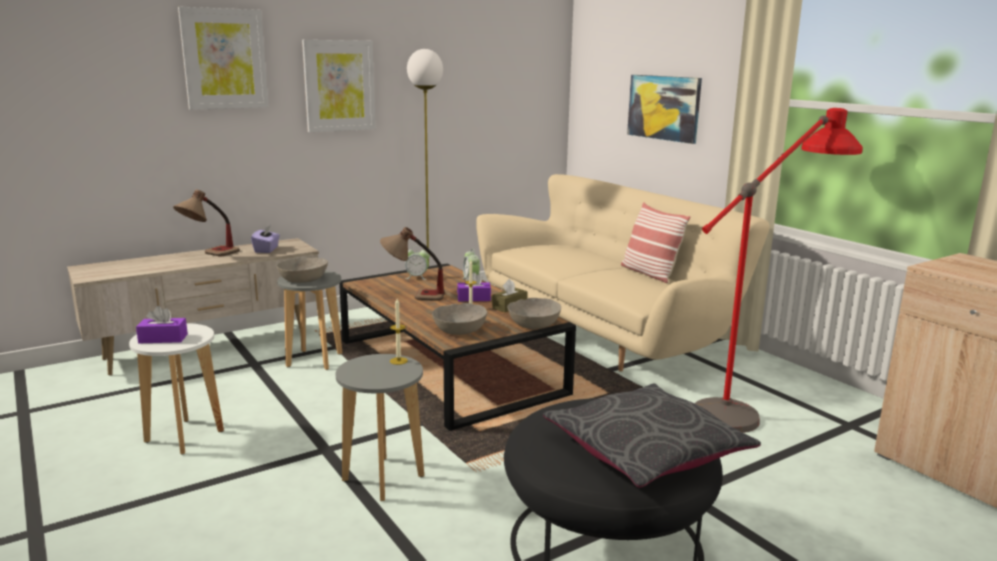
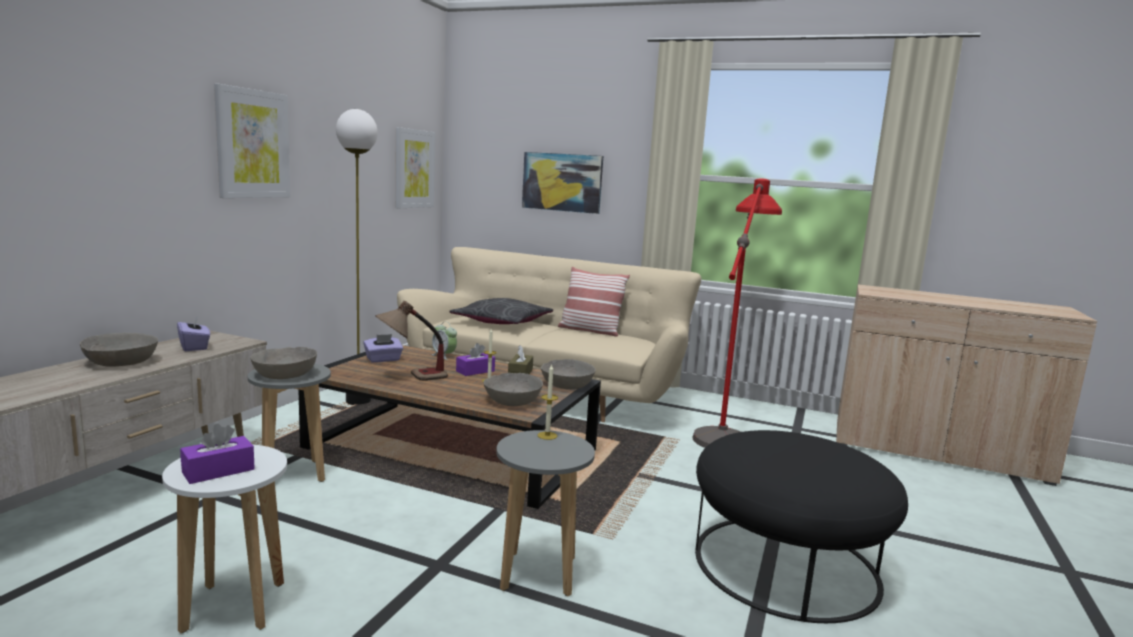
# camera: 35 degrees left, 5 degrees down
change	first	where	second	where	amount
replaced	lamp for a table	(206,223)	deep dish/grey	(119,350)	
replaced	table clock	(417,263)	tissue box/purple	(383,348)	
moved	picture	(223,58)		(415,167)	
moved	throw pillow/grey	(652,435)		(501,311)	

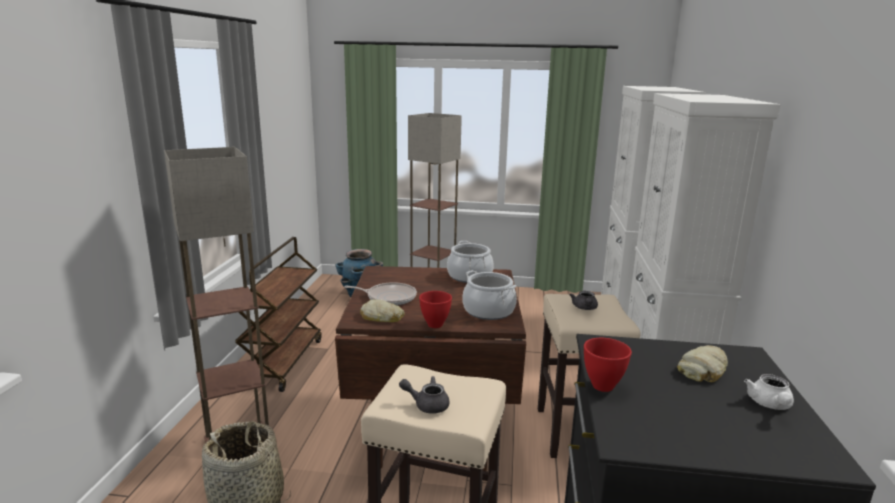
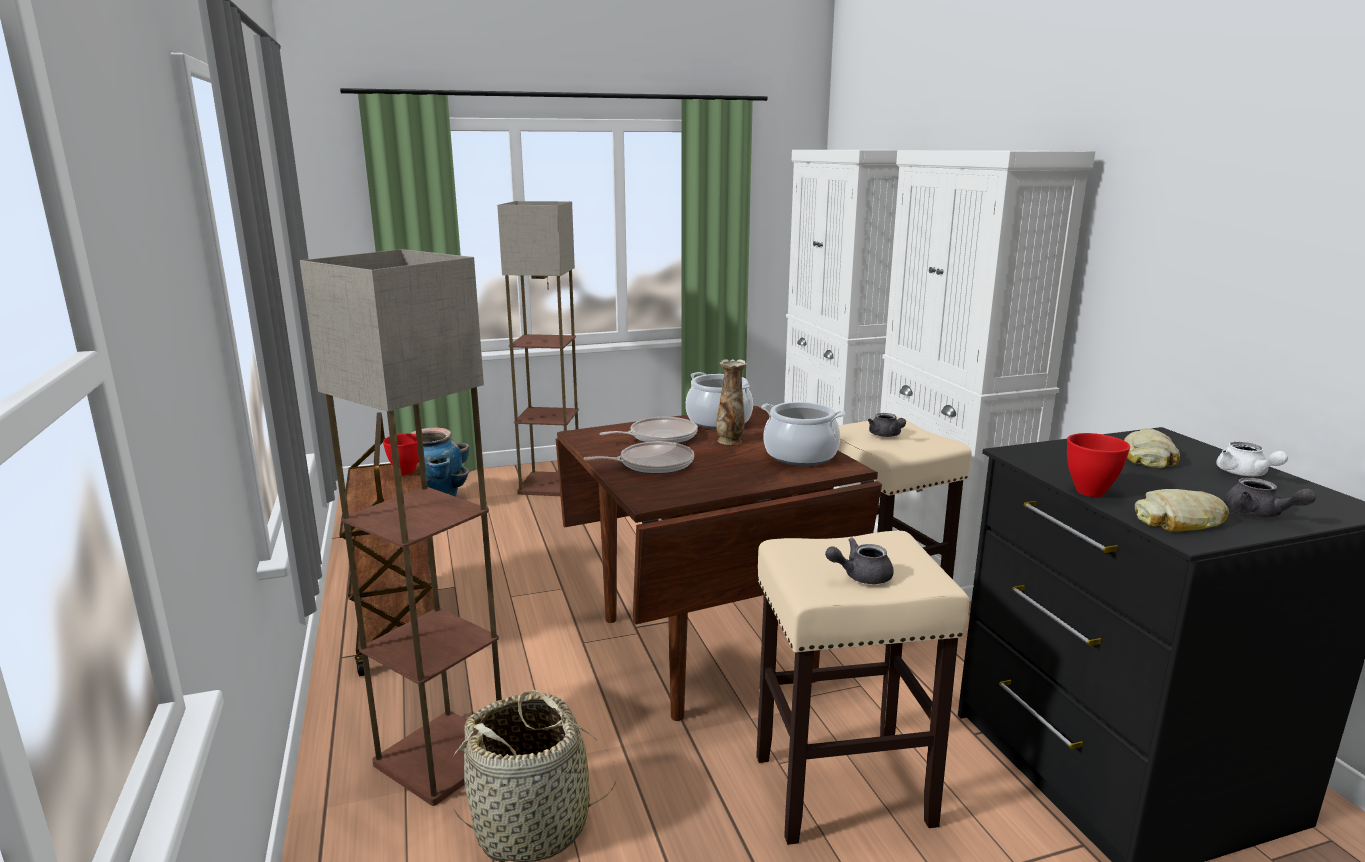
# camera: 25 degrees left, 0 degrees up
change	first	where	second	where	amount
moved	deep dish/red-coloured	(435,309)		(401,454)	
added			skillet	(648,430)	
added			flower vase	(731,402)	
moved	bakery bread	(382,311)		(1182,510)	
added			pot for tea/grey	(1270,498)	

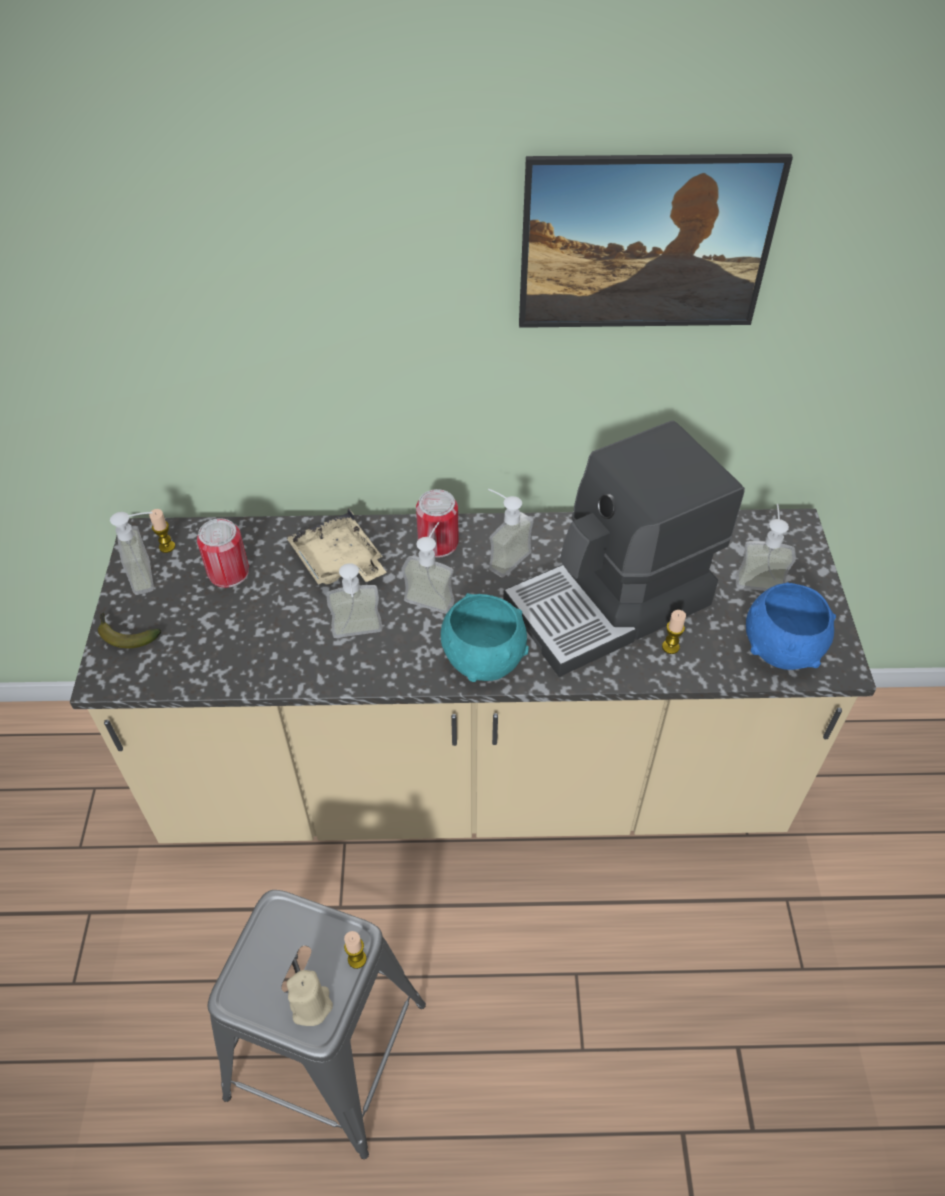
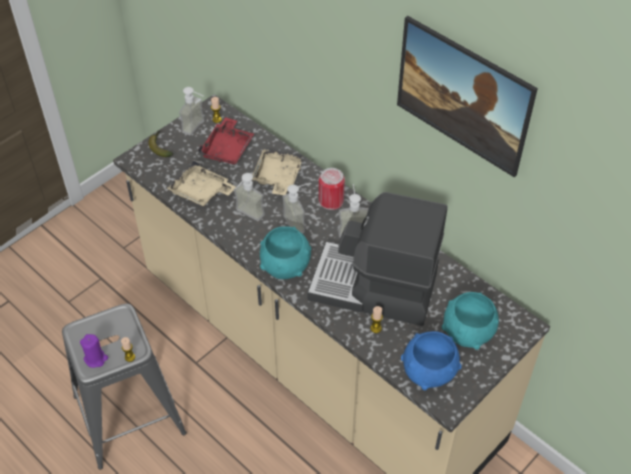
# camera: 45 degrees right, 0 degrees up
change	first	where	second	where	amount
recoloured	wax light/sand-coloured	(310,998)	wax light/purple	(94,351)	
added			tray/sand-coloured	(201,183)	
replaced	sealed can	(223,553)	tray/red-coloured	(226,140)	
replaced	liquid soap bottle	(766,547)	deep dish/blue-green	(470,321)	

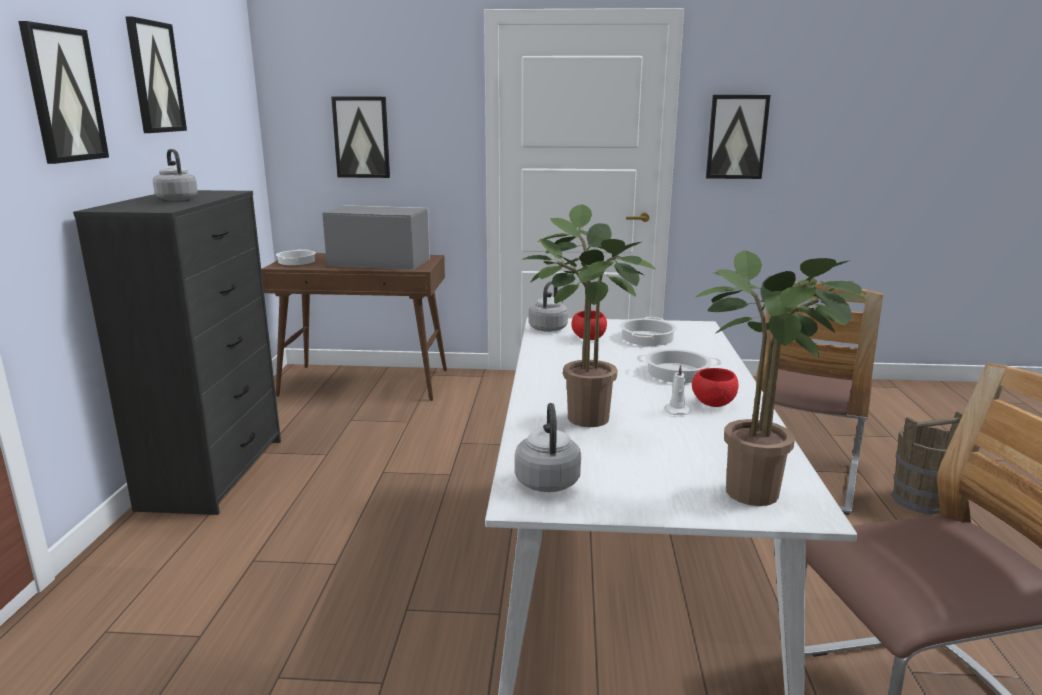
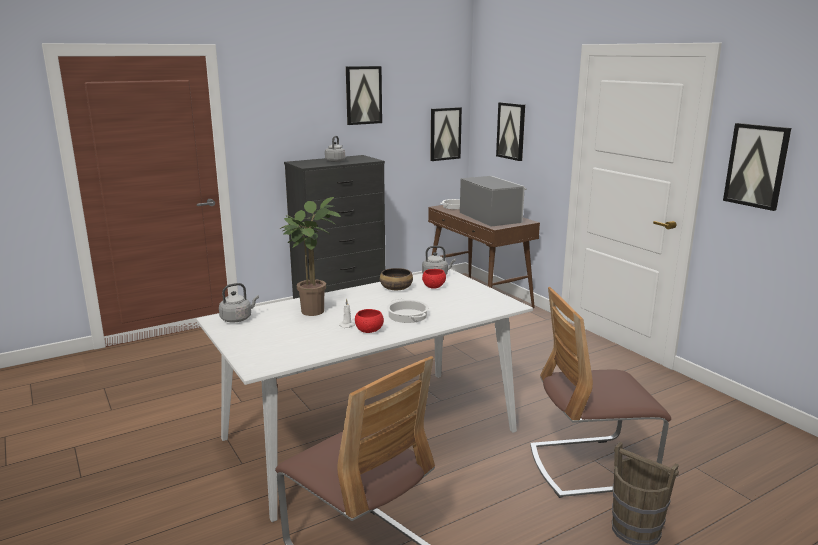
# camera: 55 degrees right, 0 degrees up
change	first	where	second	where	amount
added			deep dish	(396,279)	
moved	picture	(63,92)		(446,134)	
removed	saucepot	(648,331)			
removed	potted plant	(782,378)			

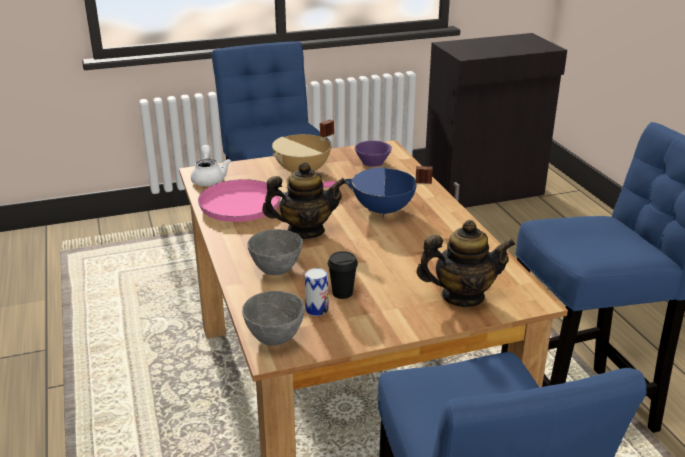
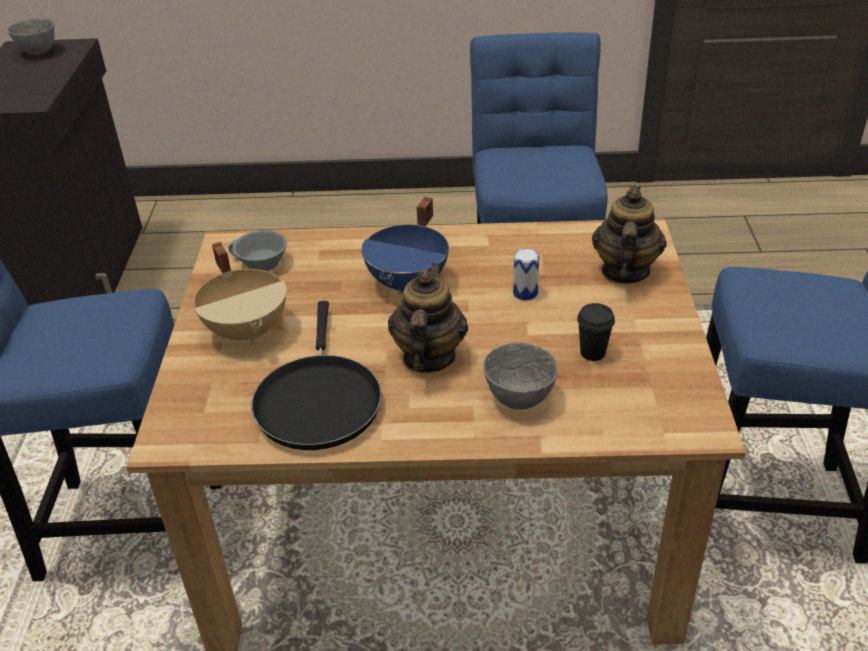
# camera: 70 degrees left, 10 degrees up
change	first	where	second	where	amount
moved	deep dish/grey	(273,318)		(31,36)	
recoloured	small cup/purple	(373,154)	small cup/grey	(257,251)	
recoloured	skillet/pink	(267,200)	skillet/black-coloured	(316,375)	
moved	sealed can	(316,292)		(526,274)	
removed	pot for tea/whitish	(211,165)			

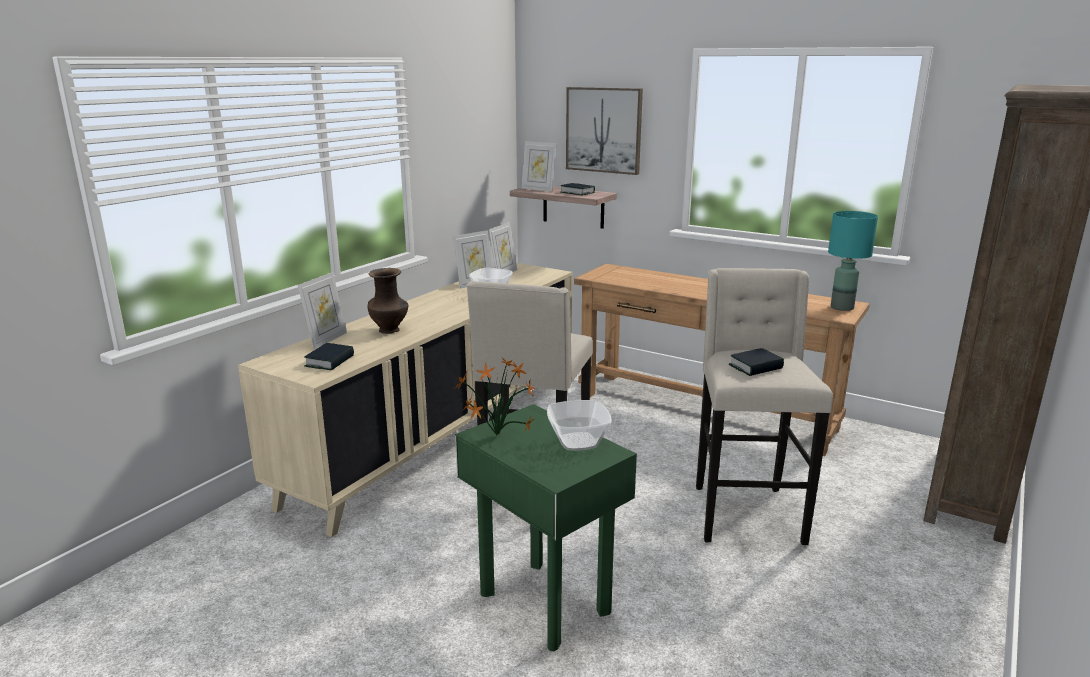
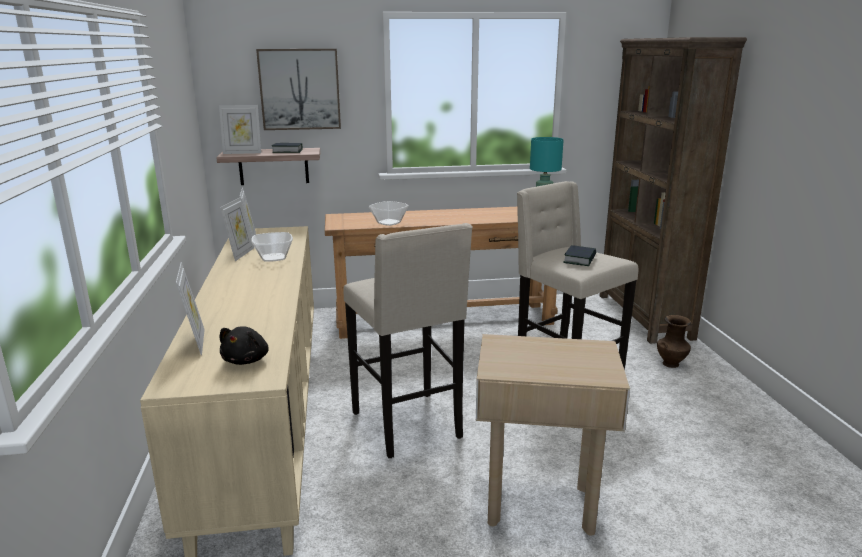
# camera: 40 degrees left, 0 degrees up
change	first	where	second	where	amount
replaced	book	(329,356)	cuddly toy/black-coloured	(244,345)	
moved	deep dish	(579,425)		(389,213)	
recoloured	side table/greenish	(546,527)	side table/sand-coloured	(553,435)	
moved	flower vase/brownish	(388,301)		(674,341)	
removed	potted plant	(494,396)			

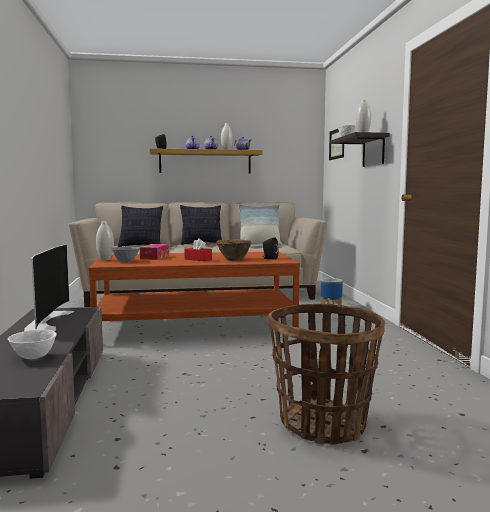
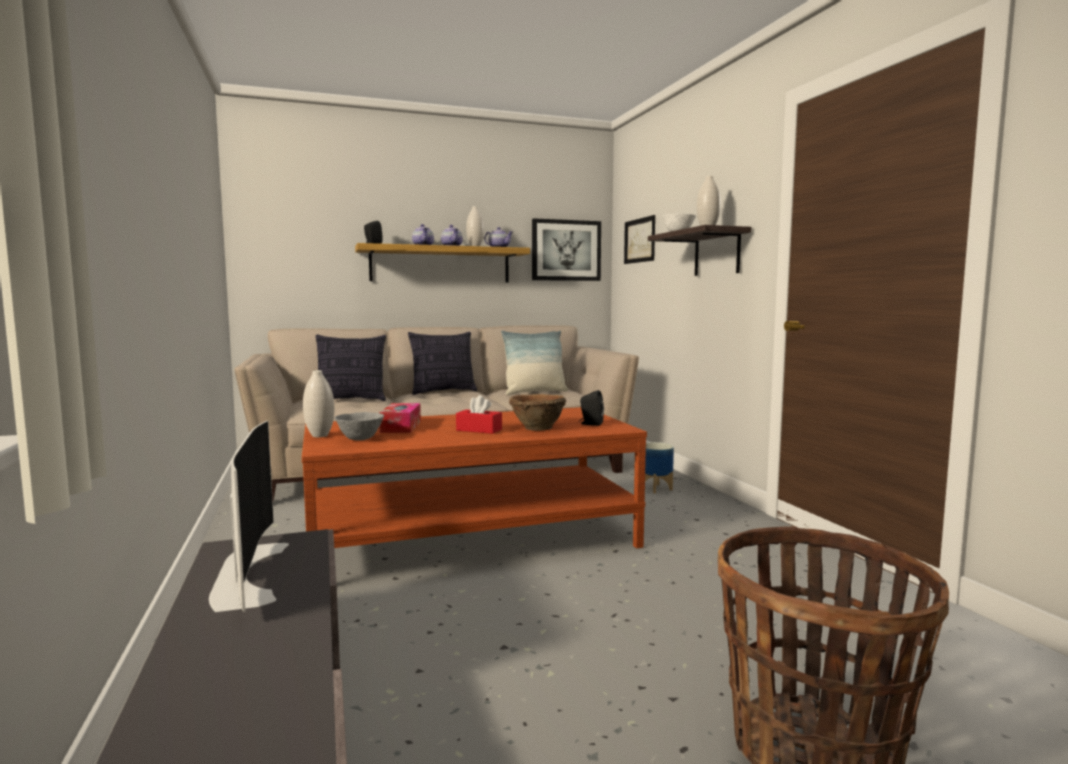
# camera: 10 degrees left, 0 degrees up
change	first	where	second	where	amount
added			picture	(566,249)	
removed	deep dish/whitish	(32,344)			

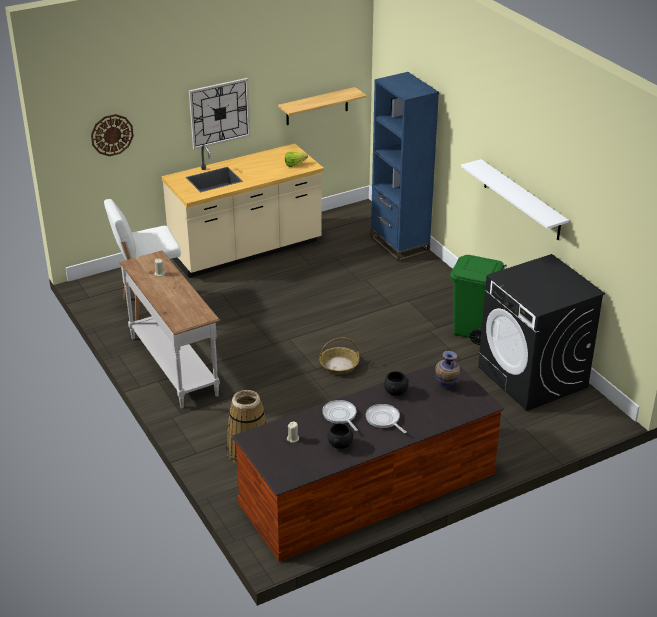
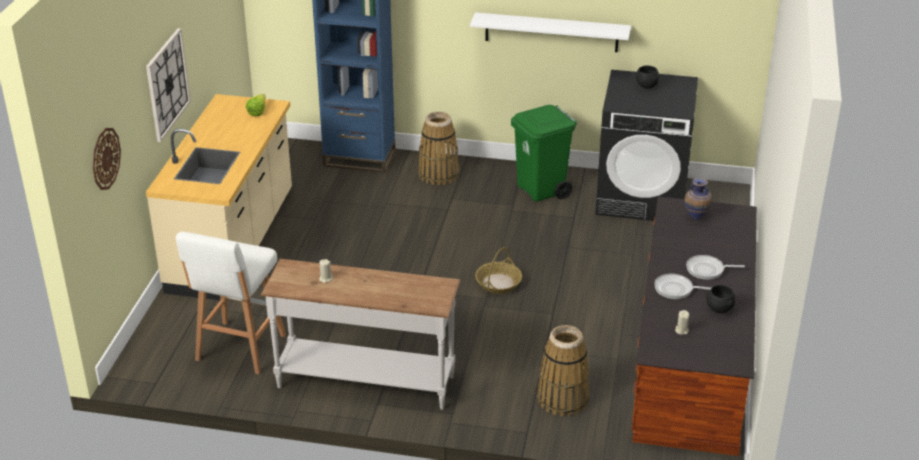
# camera: 50 degrees left, 0 degrees up
change	first	where	second	where	amount
added			storage basket	(439,148)	
moved	deep dish/black-coloured	(396,383)		(647,77)	
removed	wall shelf	(322,106)			

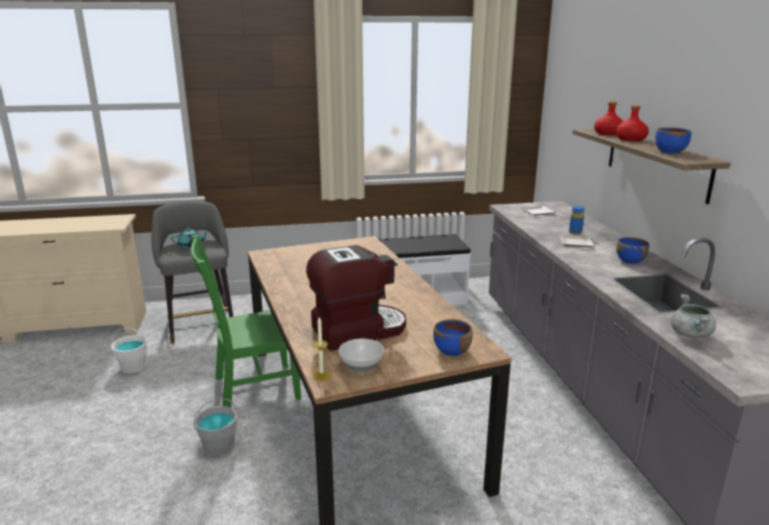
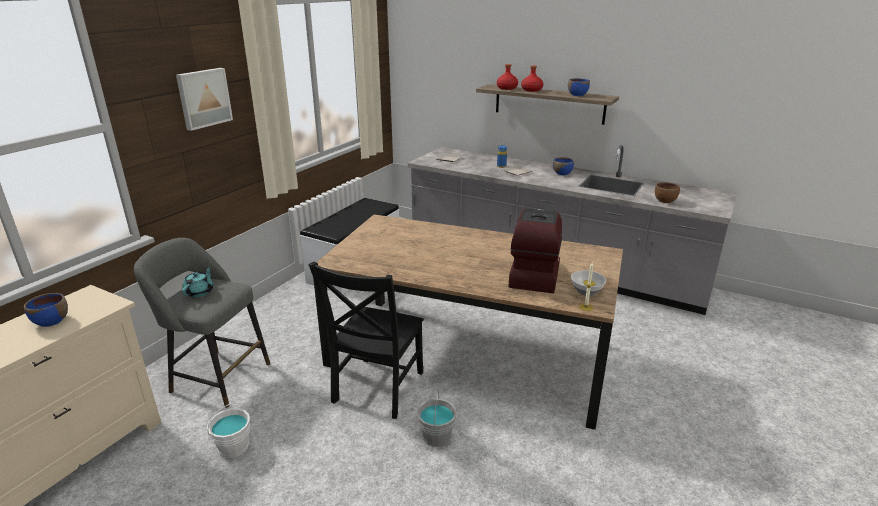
# camera: 50 degrees left, 5 degrees up
change	first	where	second	where	amount
moved	deep dish/blue-coloured	(453,337)		(46,310)	
added			picture	(204,99)	
recoloured	chair/greenish	(245,321)	chair/black-coloured	(366,340)	
replaced	saucepot/grey	(693,316)	deep dish/brownish	(667,192)	

